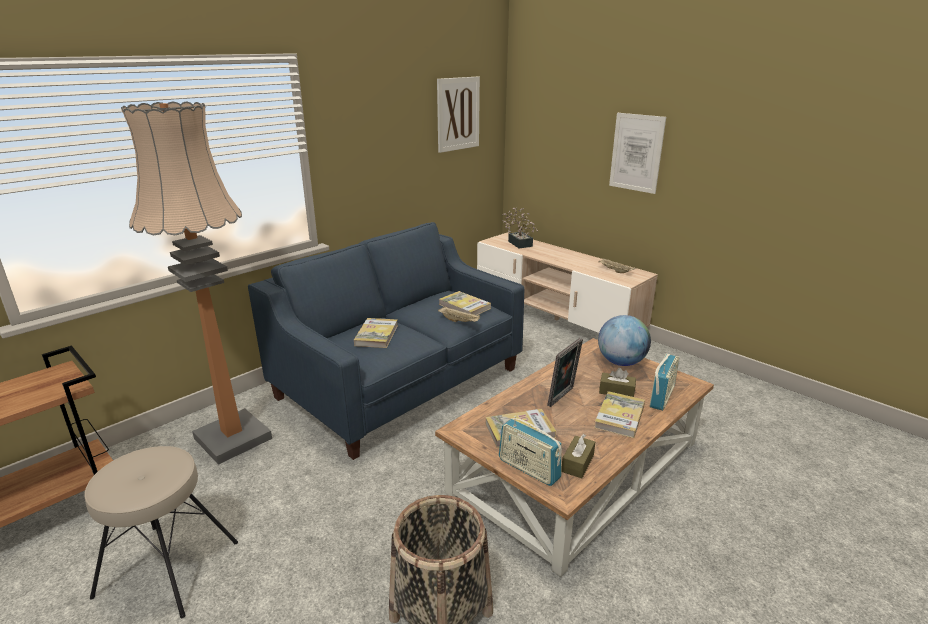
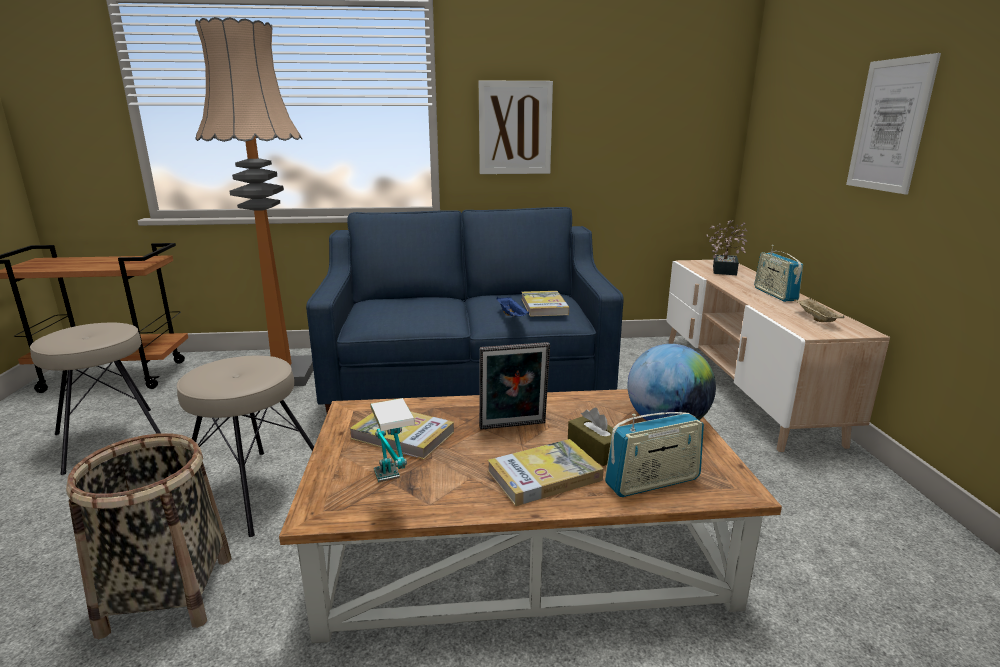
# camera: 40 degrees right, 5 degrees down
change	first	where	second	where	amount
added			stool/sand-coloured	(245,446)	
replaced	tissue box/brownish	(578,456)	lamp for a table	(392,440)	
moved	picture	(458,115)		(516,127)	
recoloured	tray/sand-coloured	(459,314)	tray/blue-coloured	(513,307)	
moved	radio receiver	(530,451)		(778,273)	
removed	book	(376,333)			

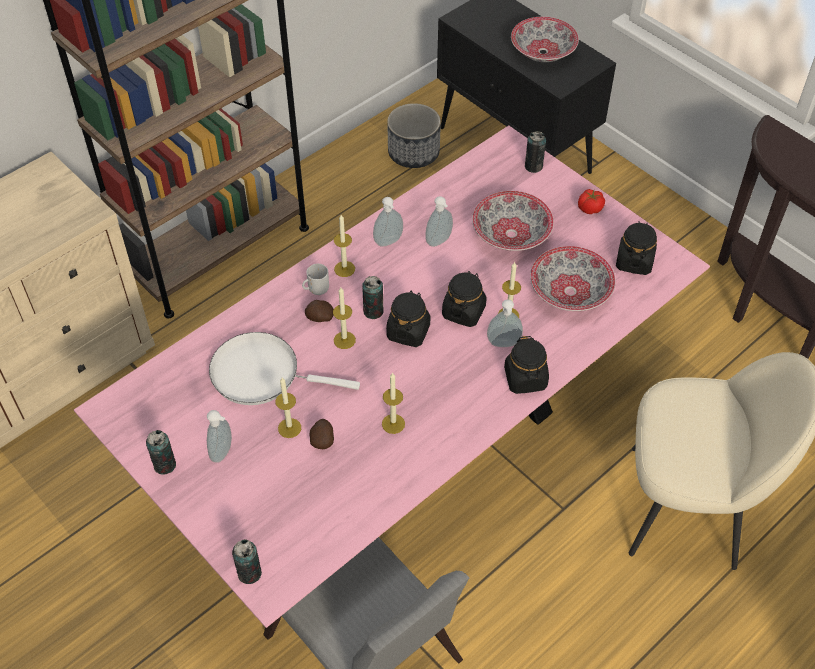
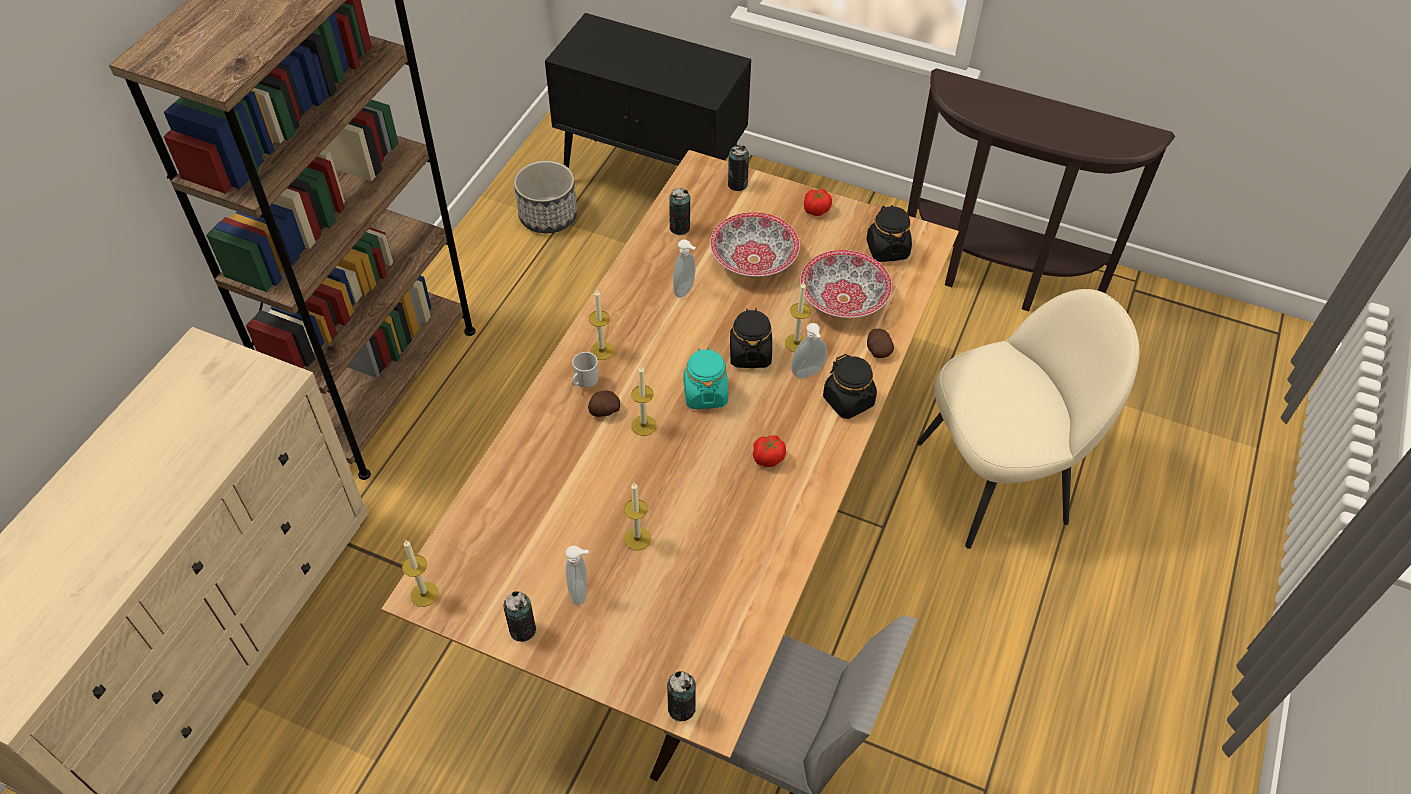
# camera: 25 degrees left, 0 degrees up
change	first	where	second	where	amount
recoloured	dinner table/pink	(392,376)	dinner table/brownish	(670,454)	
moved	wax light	(393,403)		(420,573)	
moved	sealed can	(373,297)		(679,211)	
recoloured	jar/black-coloured	(408,319)	jar/blue-green	(706,378)	
added			tomato	(769,451)	
moved	potato	(321,434)		(880,343)	
removed	skillet/whitish	(284,368)			
removed	liquid soap bottle	(388,222)			
removed	deep dish	(545,39)			

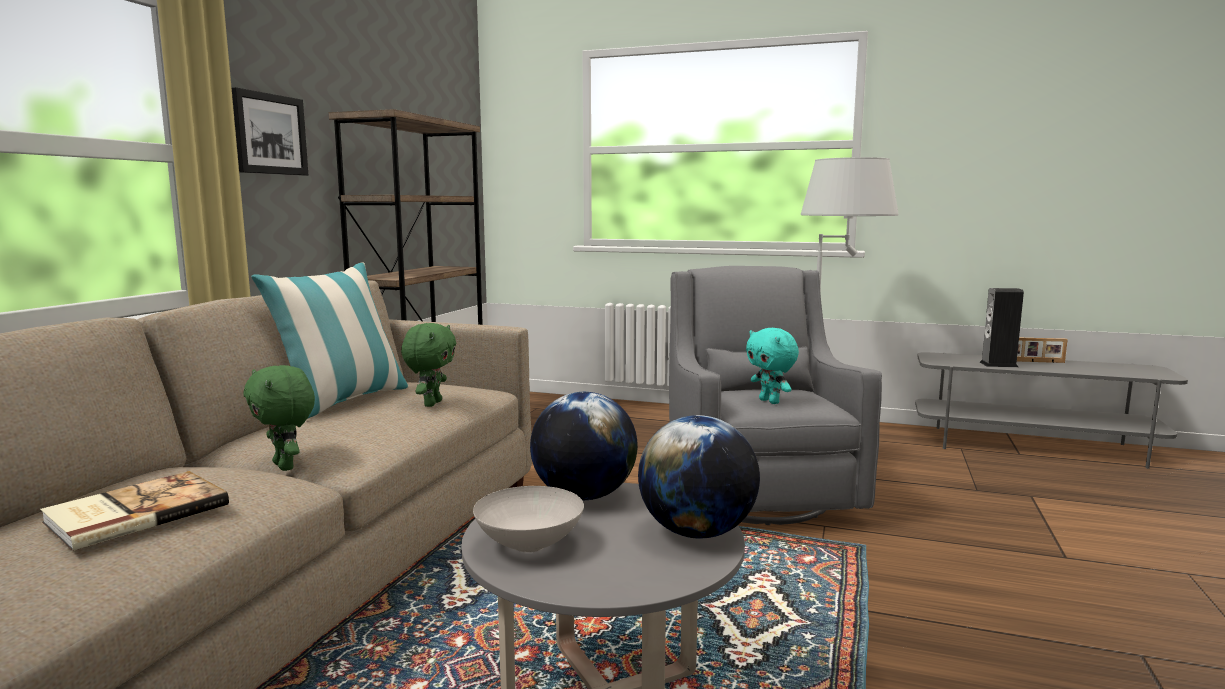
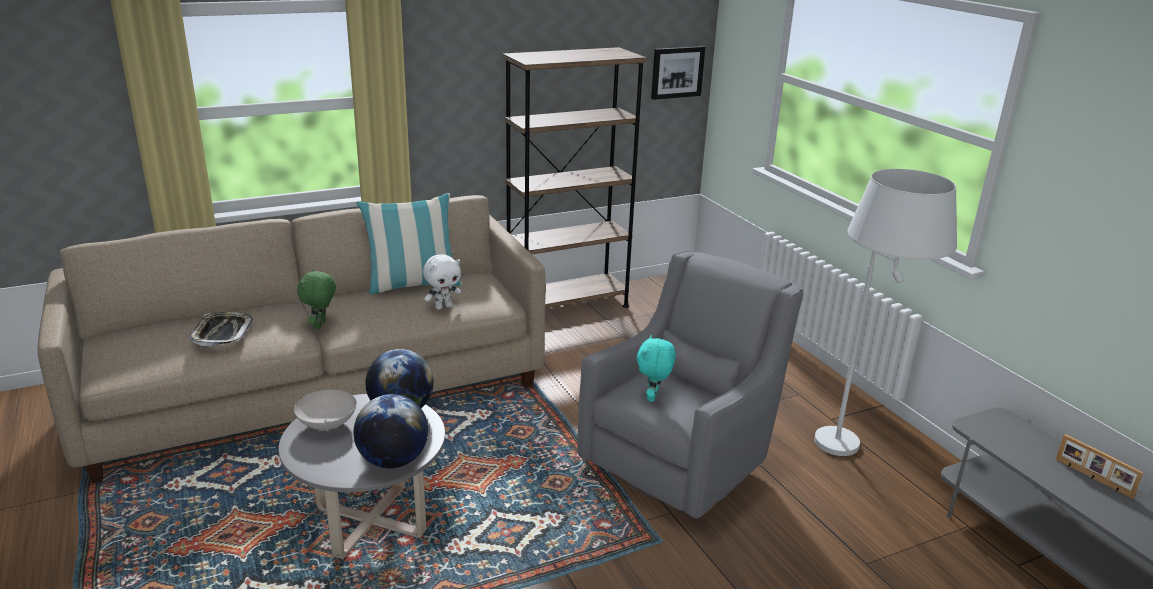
# camera: 45 degrees right, 15 degrees up
change	first	where	second	where	amount
replaced	book	(134,511)	tray	(221,329)	
recoloured	cuddly toy/greenish	(428,365)	cuddly toy/whitish	(442,282)	
moved	picture	(270,131)		(678,73)	
removed	loudspeaker	(1002,327)			

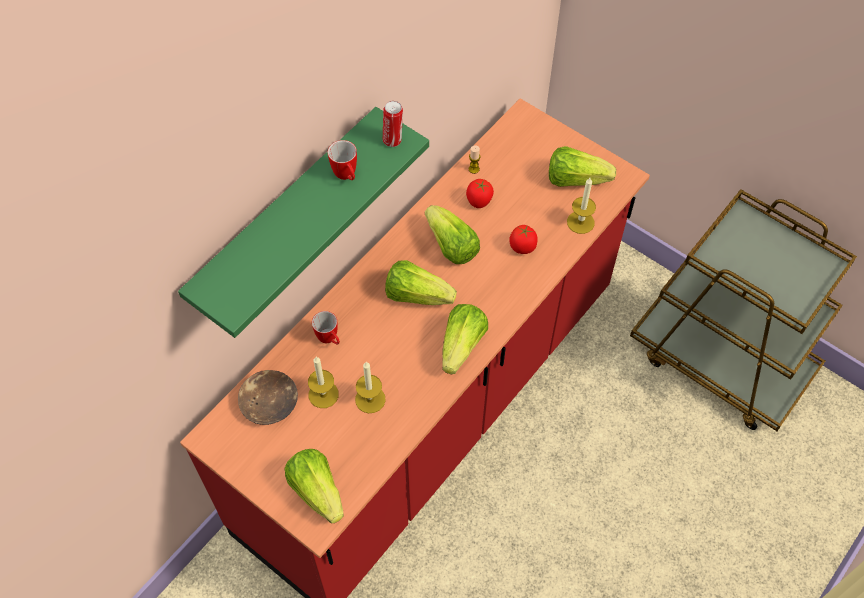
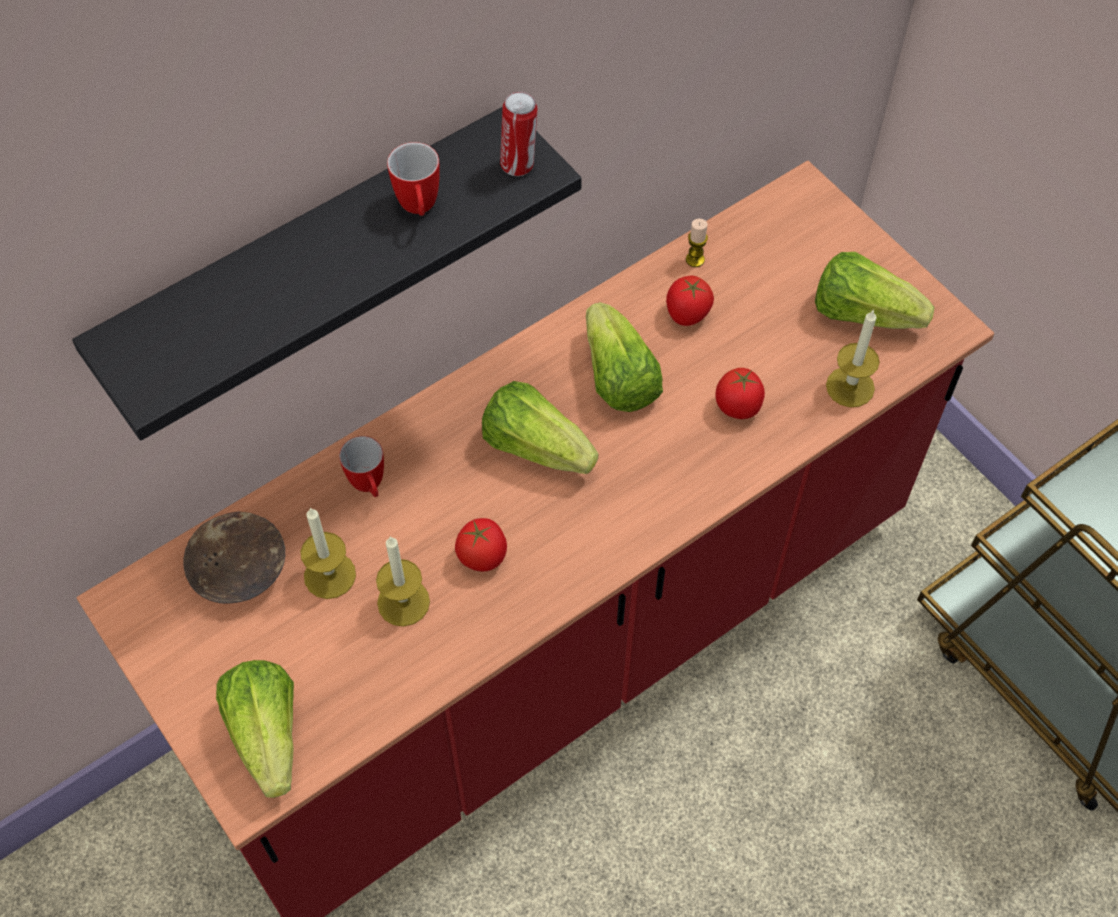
# camera: 15 degrees right, 0 degrees up
change	first	where	second	where	amount
recoloured	wall shelf/greenish	(303,222)	wall shelf/black-coloured	(327,274)	
added			tomato	(481,545)	
removed	head of lettuce	(465,339)			

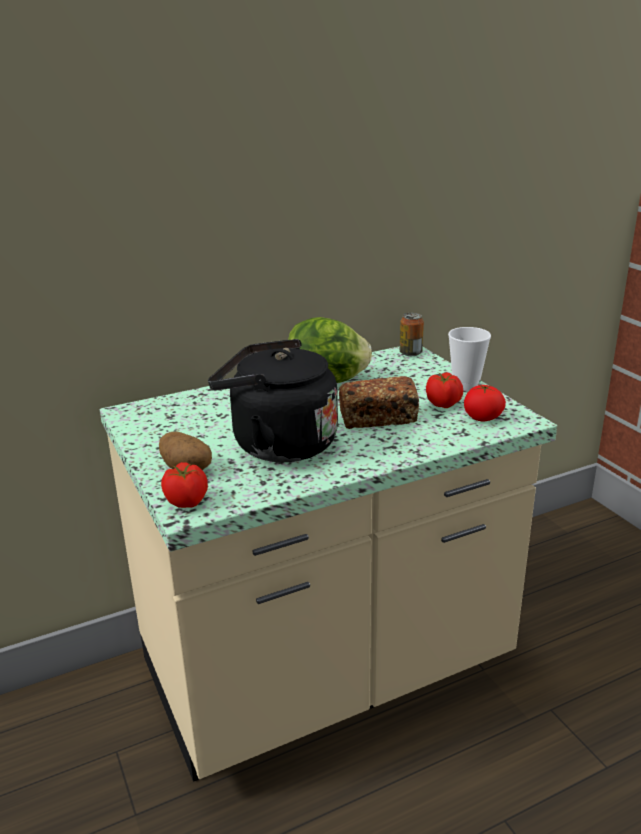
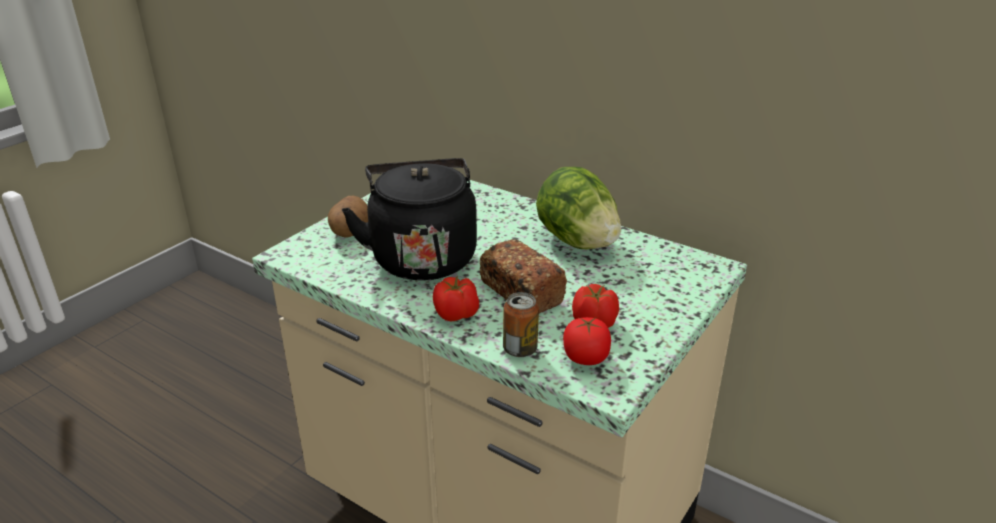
# camera: 60 degrees right, 5 degrees up
change	first	where	second	where	amount
moved	tomato	(184,485)		(456,298)	
moved	sealed can	(412,334)		(521,324)	
removed	small cup	(469,359)			

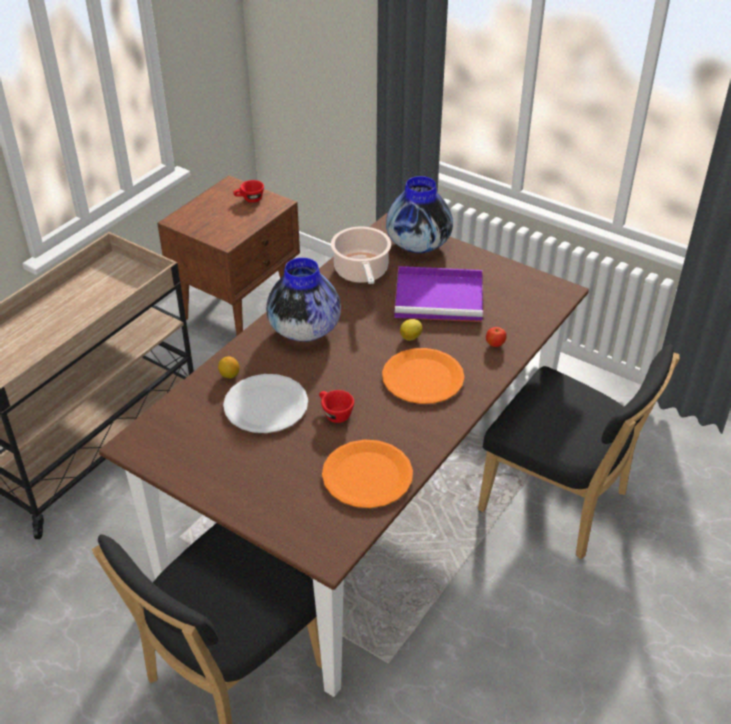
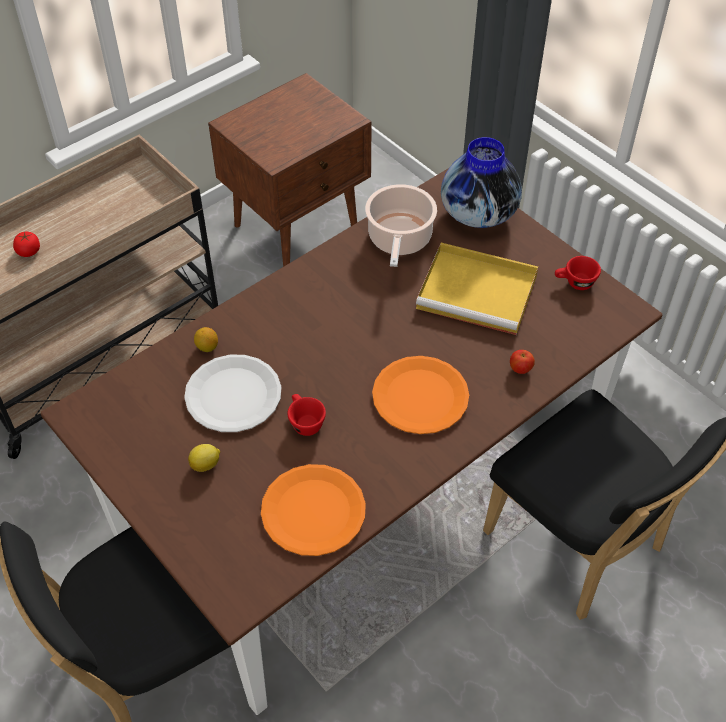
# camera: 15 degrees right, 10 degrees up
change	first	where	second	where	amount
added			tomato	(26,244)	
moved	whole lemon	(411,330)		(204,458)	
recoloured	tray/purple	(438,294)	tray/yellow-coloured	(477,289)	
moved	small cup/red-coloured	(248,191)		(578,273)	
removed	flower vase	(303,300)			

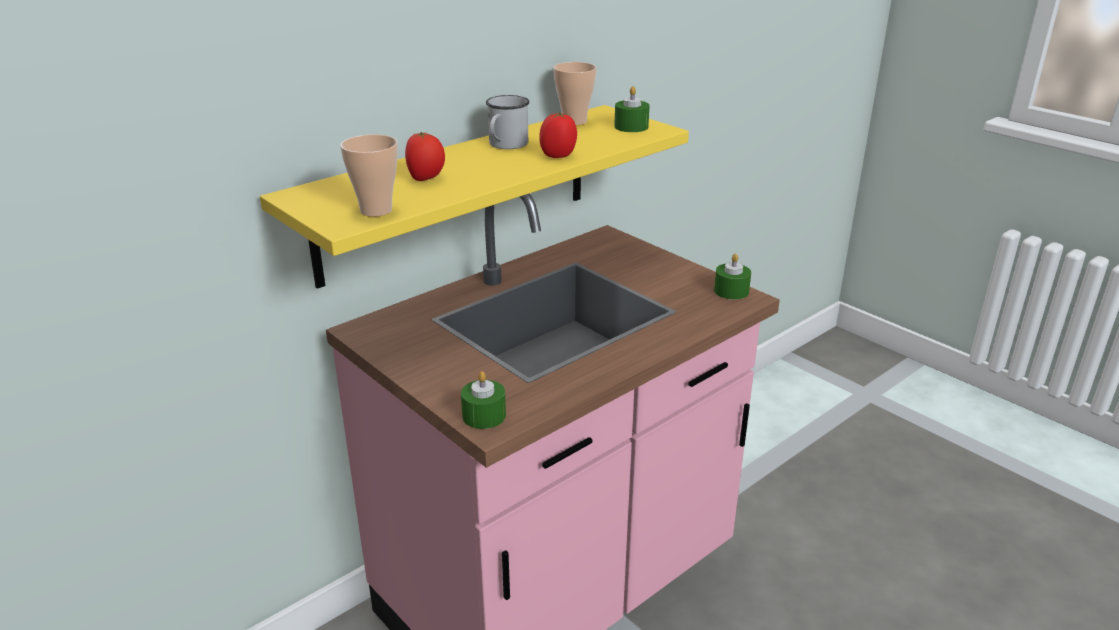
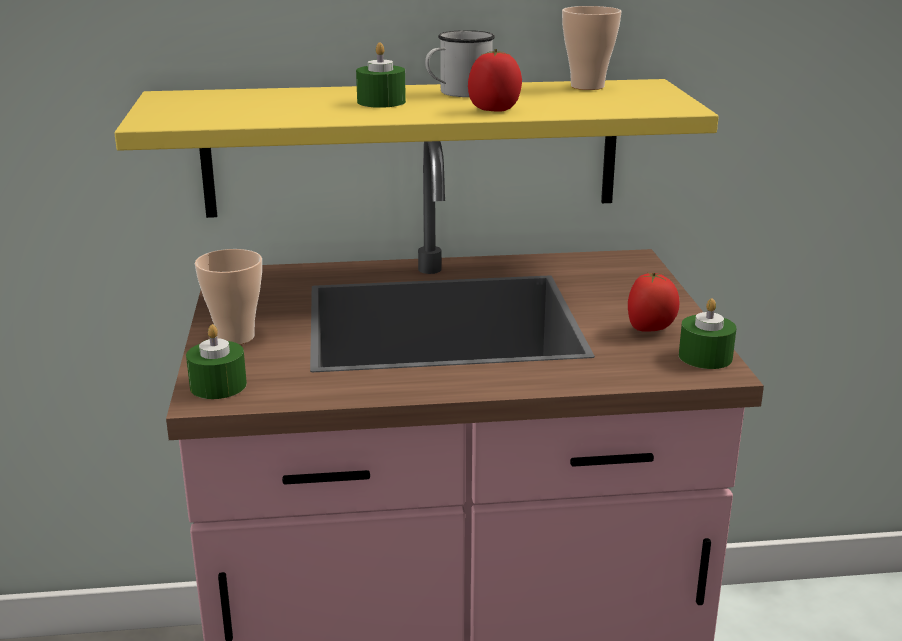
# camera: 35 degrees right, 5 degrees down
change	first	where	second	where	amount
moved	small cup	(369,175)		(228,296)	
moved	wax light/greenish	(632,109)		(381,75)	
moved	tomato	(425,156)		(654,302)	

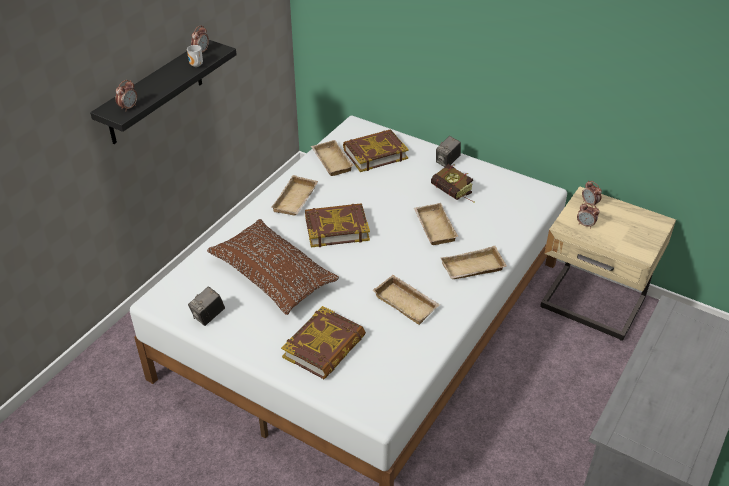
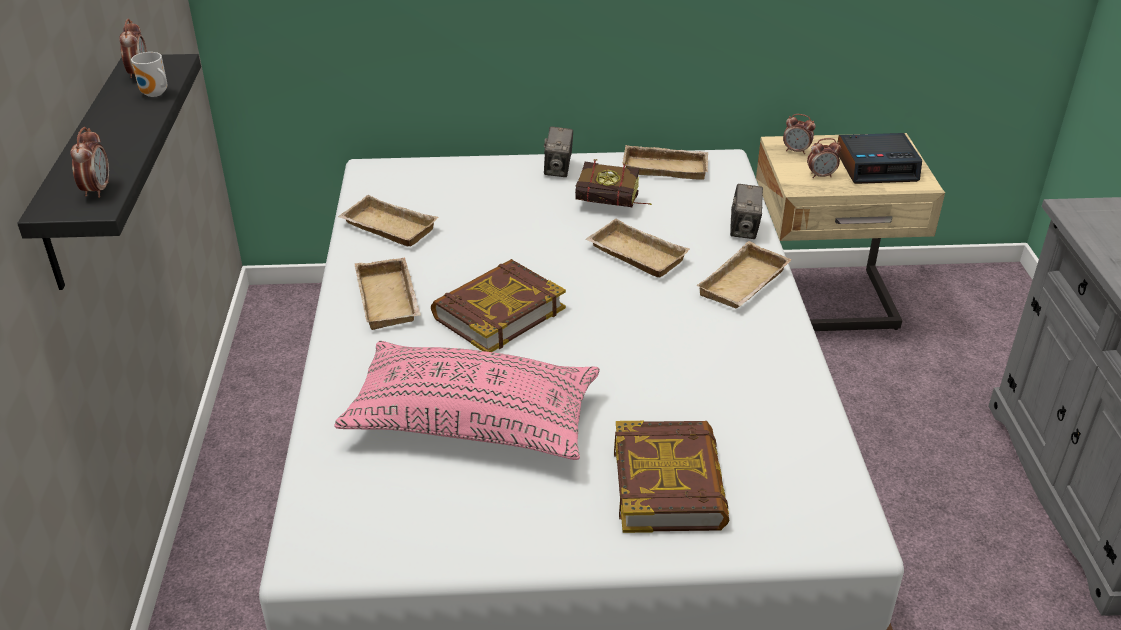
# camera: 35 degrees left, 5 degrees down
change	first	where	second	where	amount
recoloured	throw pillow/brownish	(273,267)	throw pillow/pink	(467,400)	
moved	tray/sand-coloured	(406,300)		(665,162)	
moved	still camera	(206,306)		(746,211)	
added			table clock	(879,158)	
removed	book	(376,150)			

